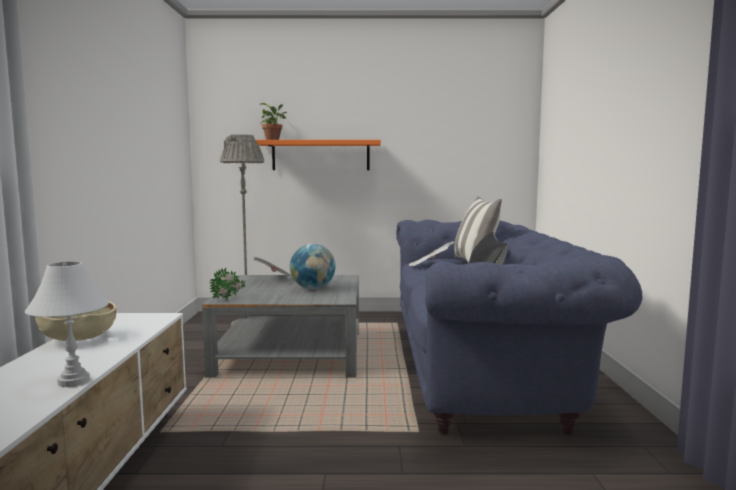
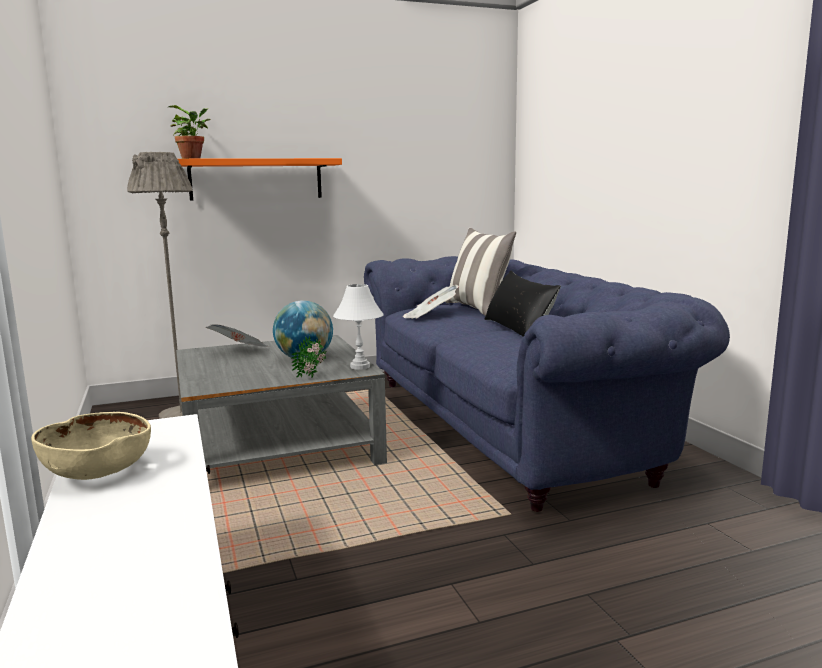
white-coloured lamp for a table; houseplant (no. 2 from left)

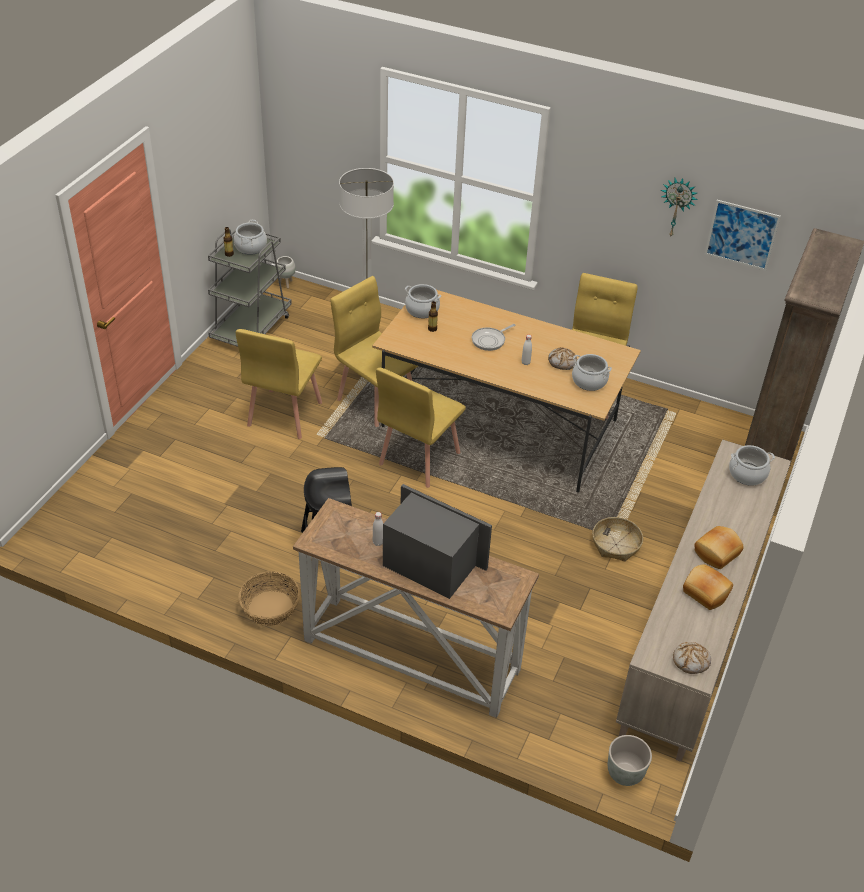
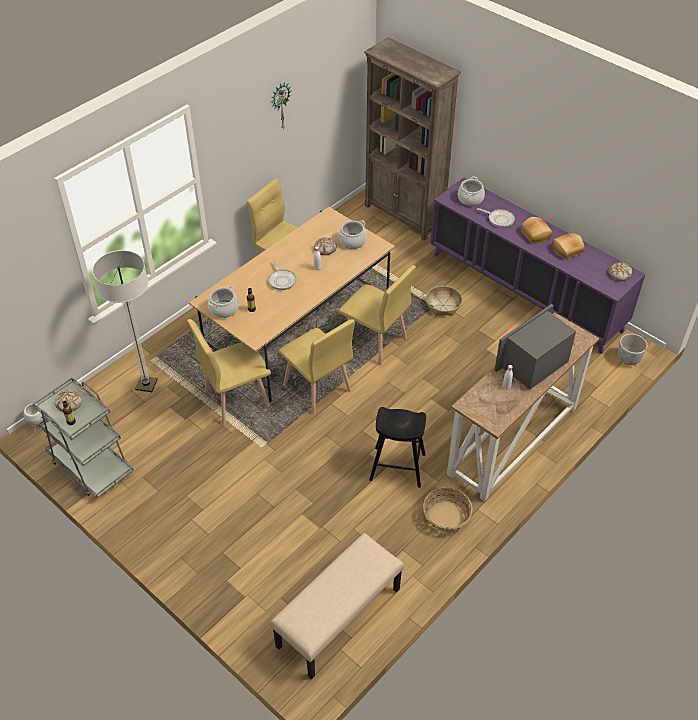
wall picture; beige-coloured bench; skillet (no. 2 from left); yellow plain chair (no. 4 from left); baked bread (no. 1 from left); purple-coloured storage cabinet

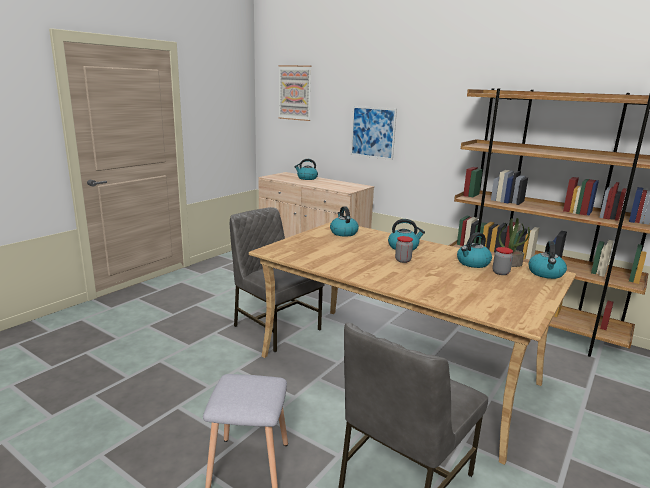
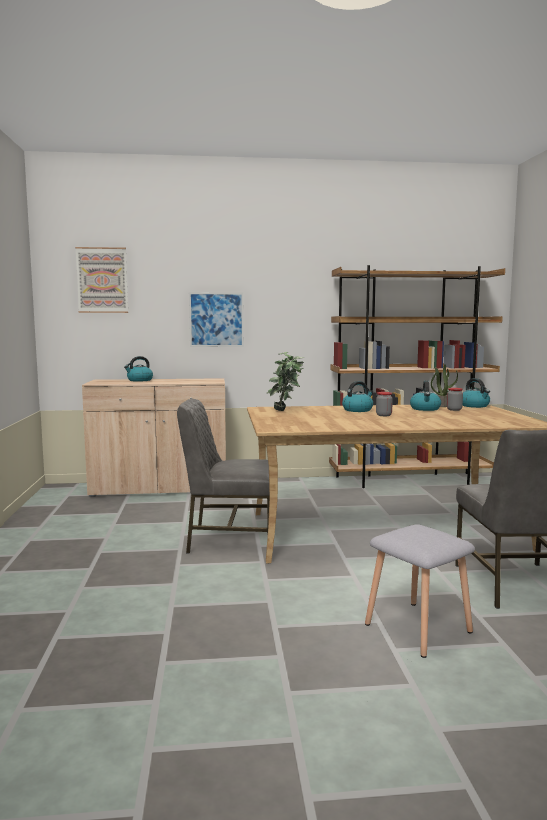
houseplant (no. 1 from left)

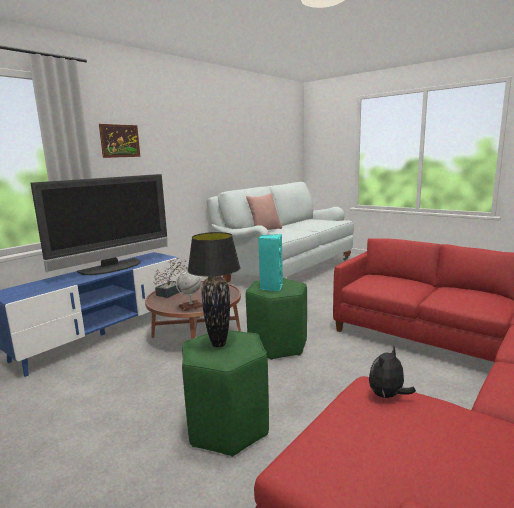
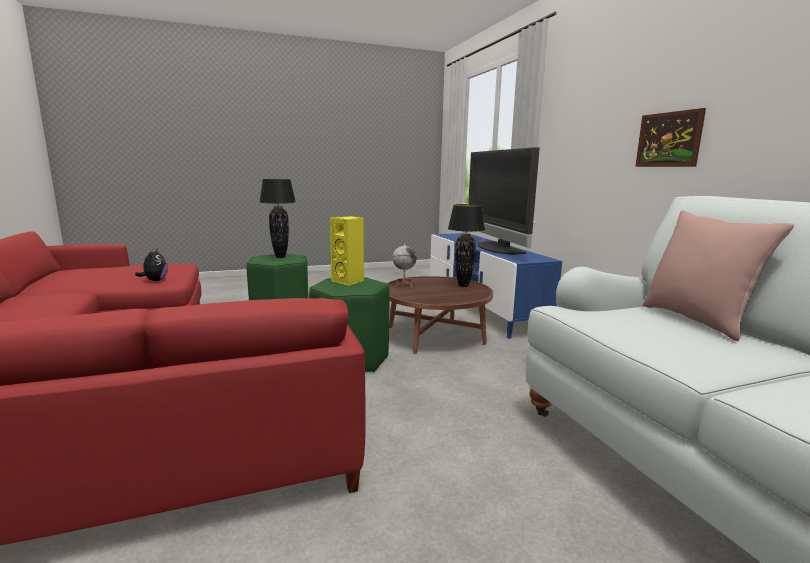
wall picture; black lamp for a table (no. 2 from left); yellow speaker

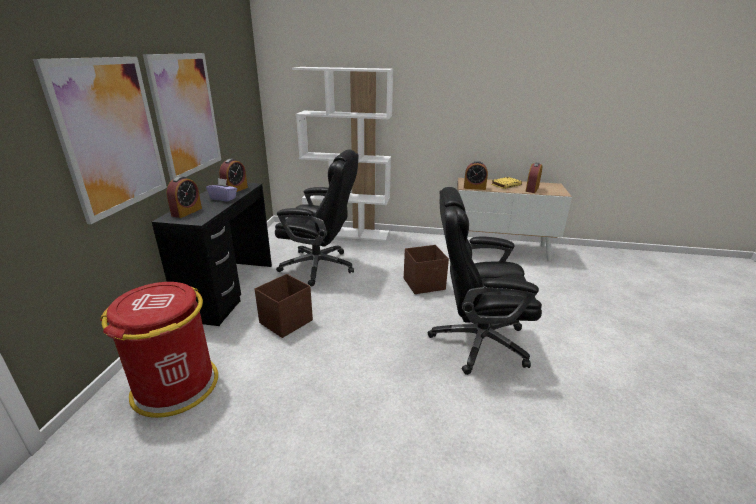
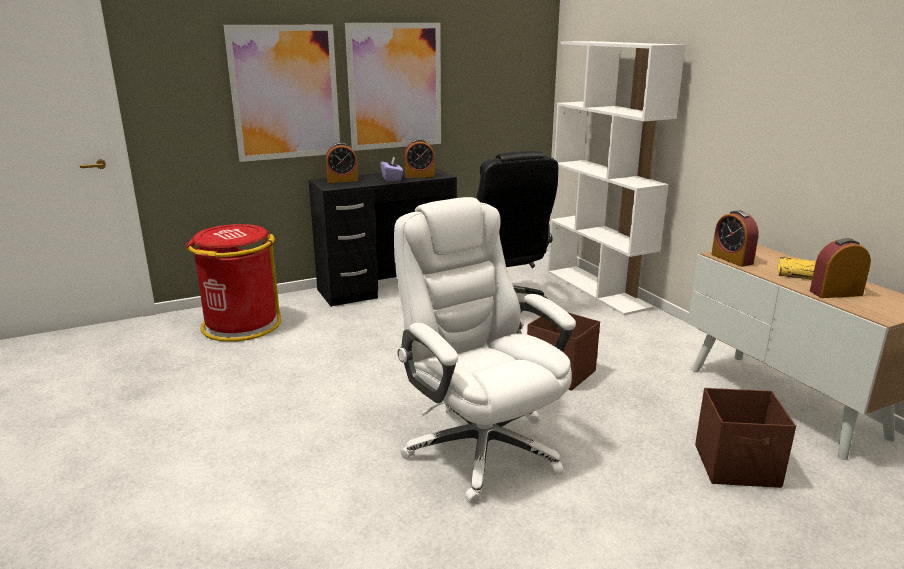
brownish storage bin (no. 2 from left); white-coloured office chair

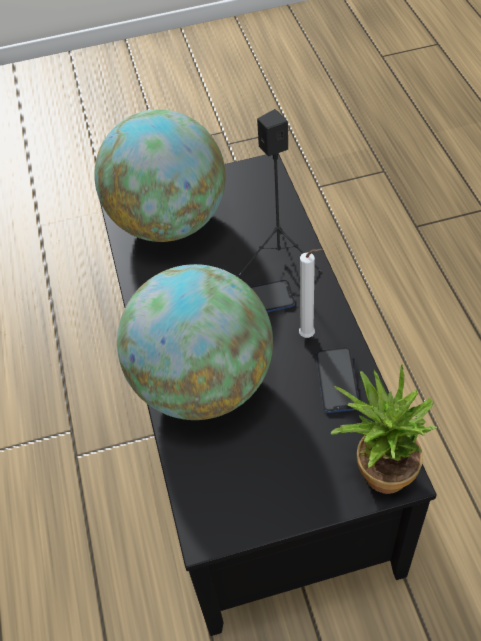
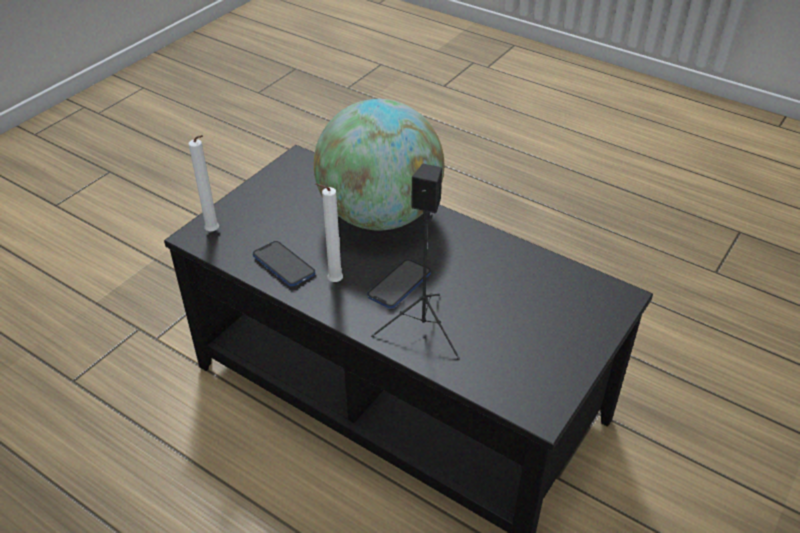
globe (no. 1 from left in the first image); white-coloured wax candle (no. 1 from left)

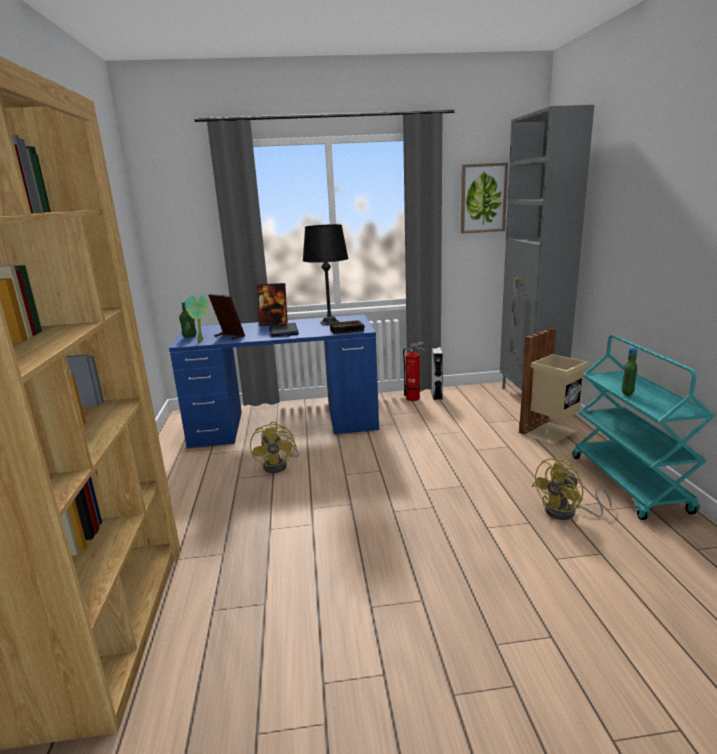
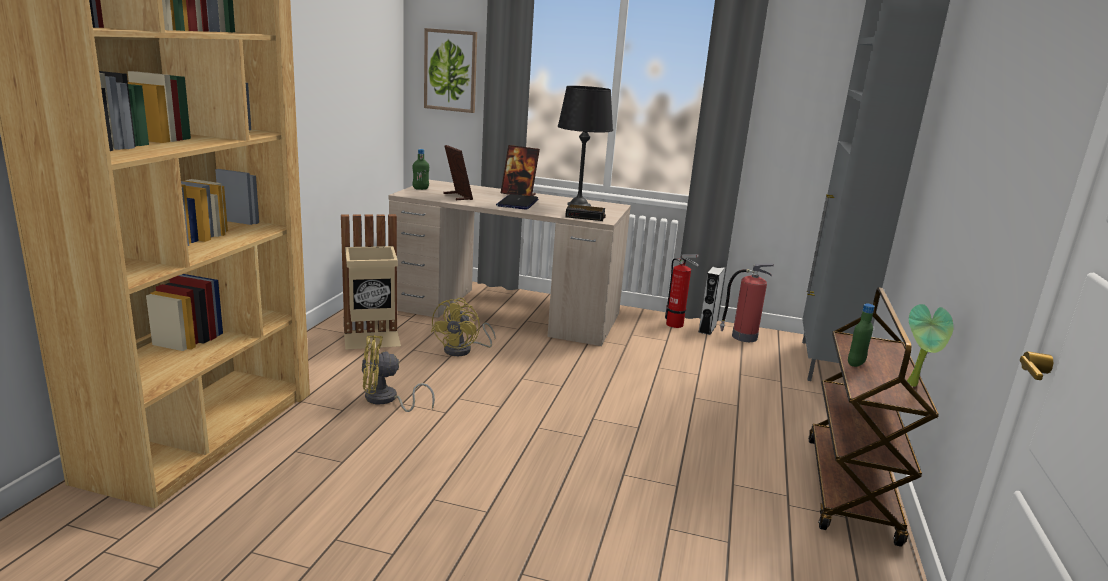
extinguisher (no. 2 from left); houseplant; wall picture; beige-coloured waste bin; yellow fan (no. 1 from left); beige-coloured desk unit; brownish wheeled cart

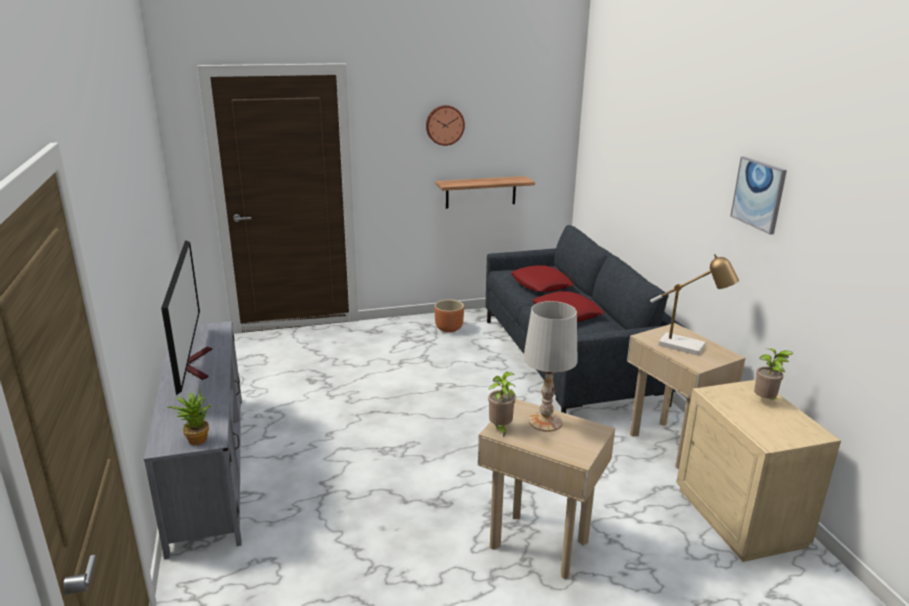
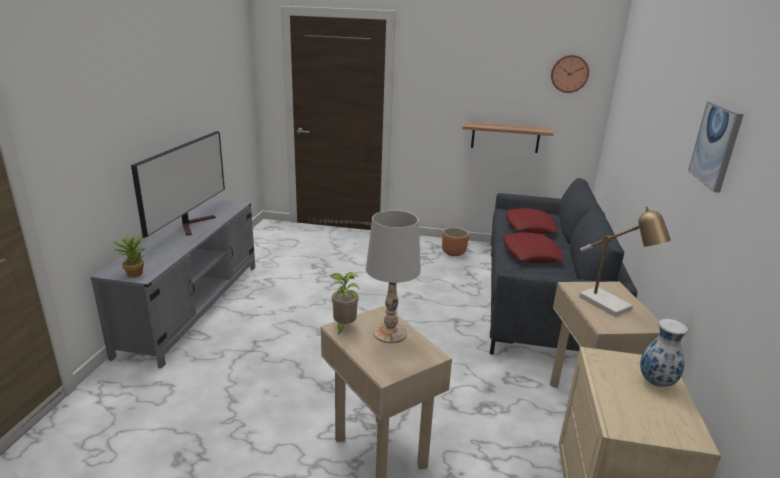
wall clock; flower vase

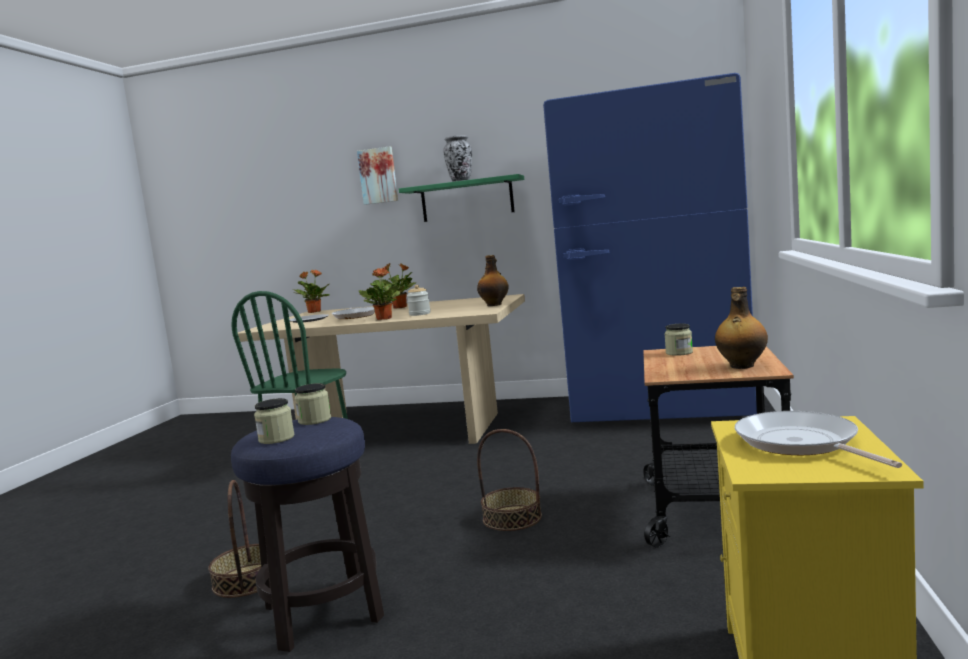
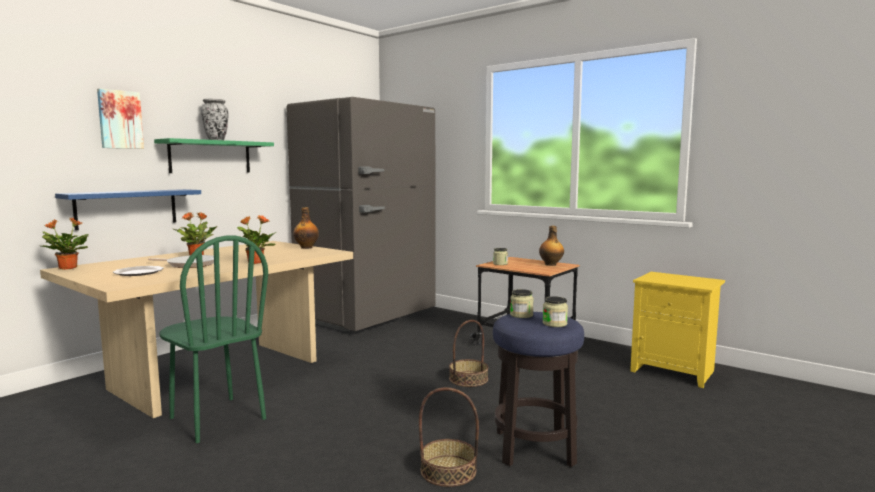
storage jar (no. 3 from left in the first image); skillet (no. 2 from left in the first image); blue bracket shelf; greyish kitchen fridge

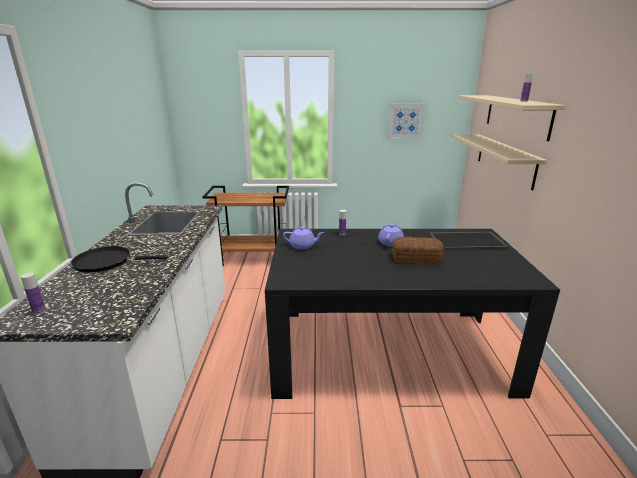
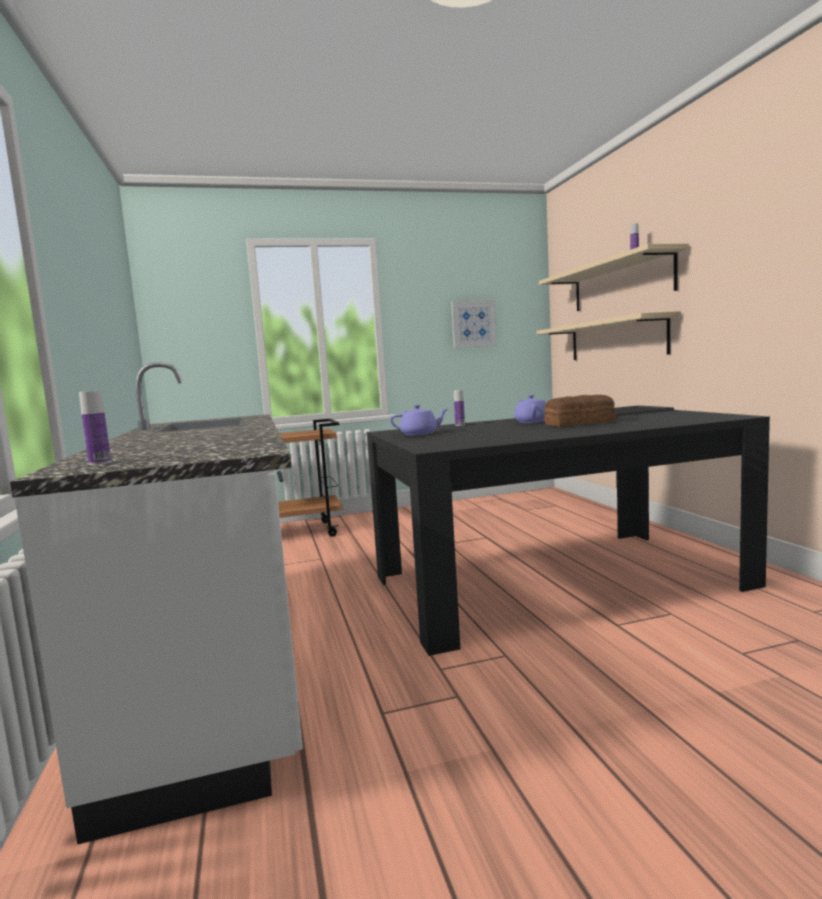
black skillet

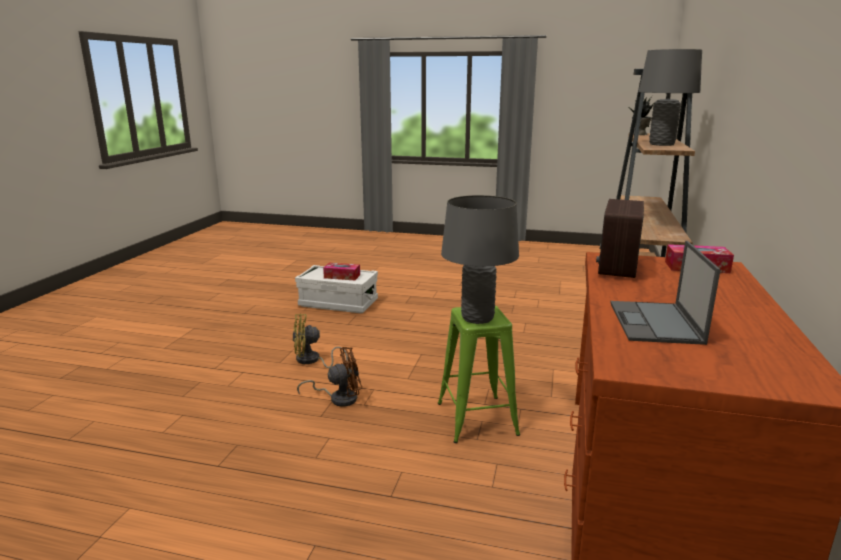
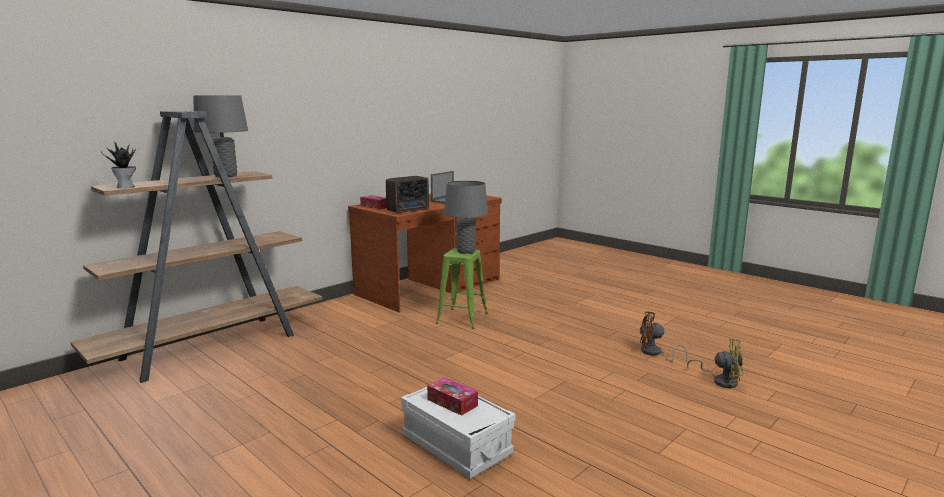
yellow fan; brownish fan

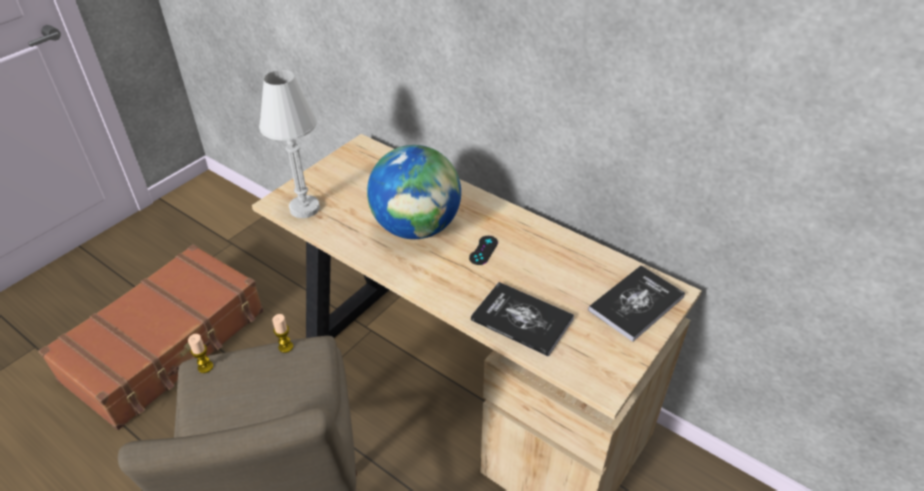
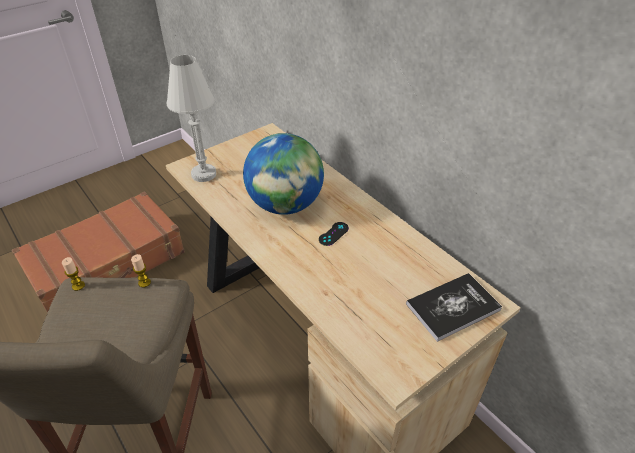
bound book (no. 1 from left in the first image)

